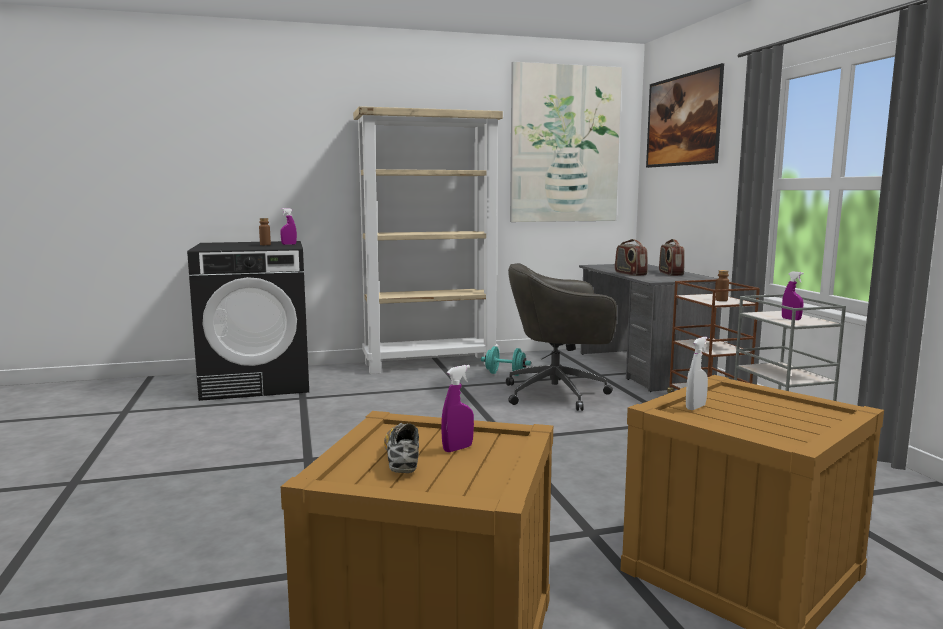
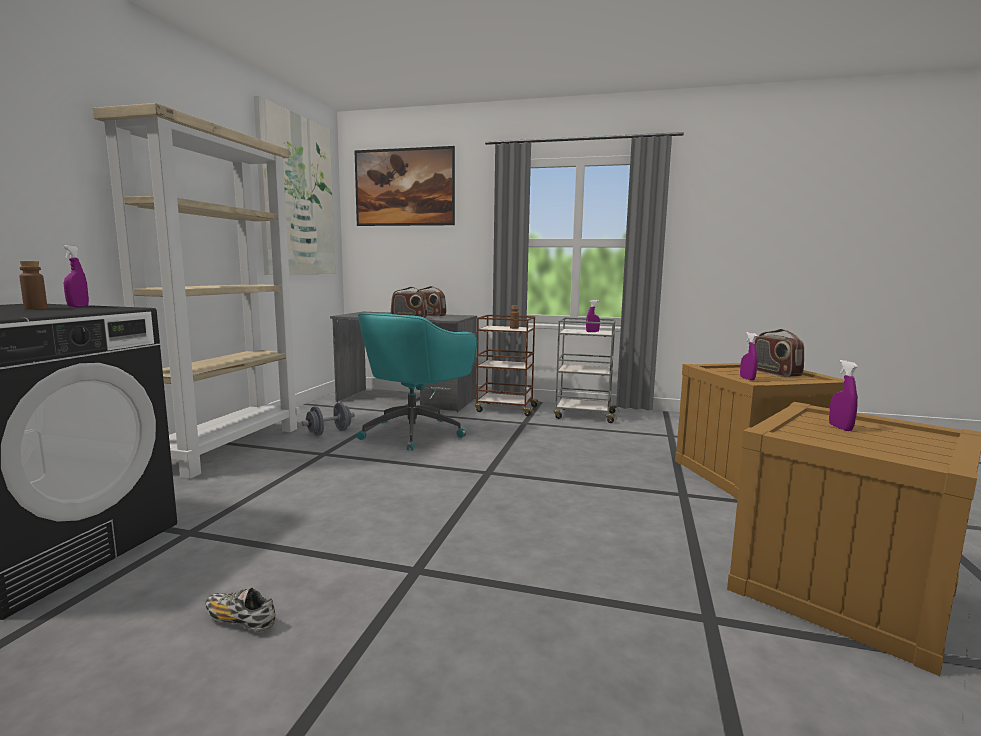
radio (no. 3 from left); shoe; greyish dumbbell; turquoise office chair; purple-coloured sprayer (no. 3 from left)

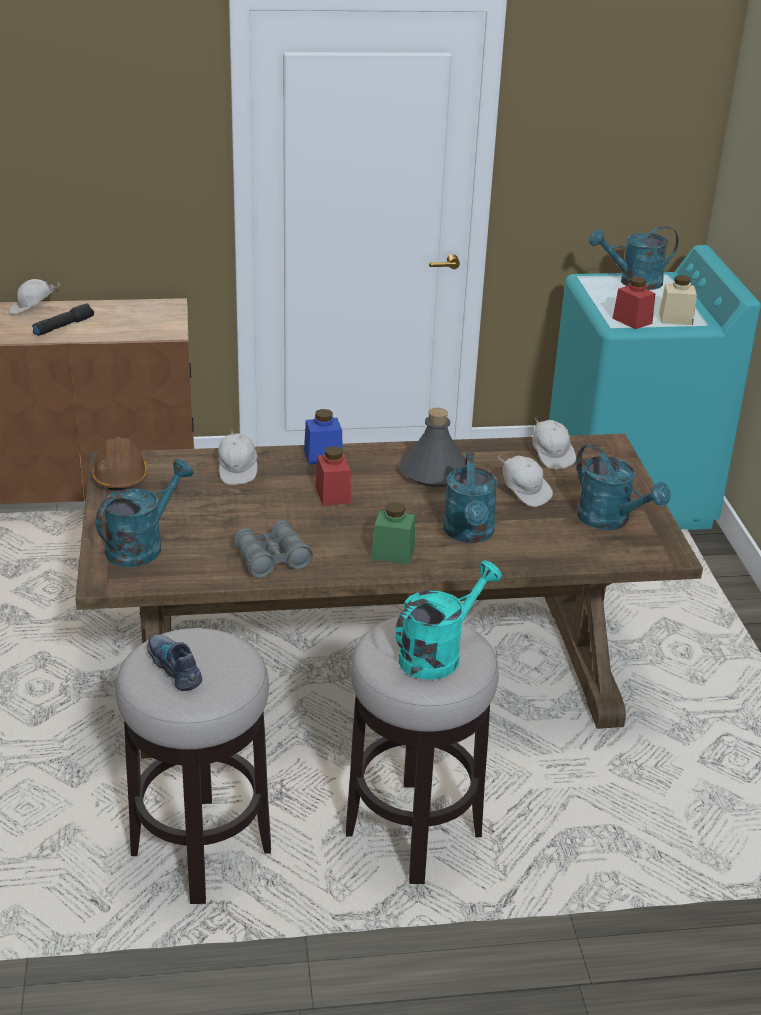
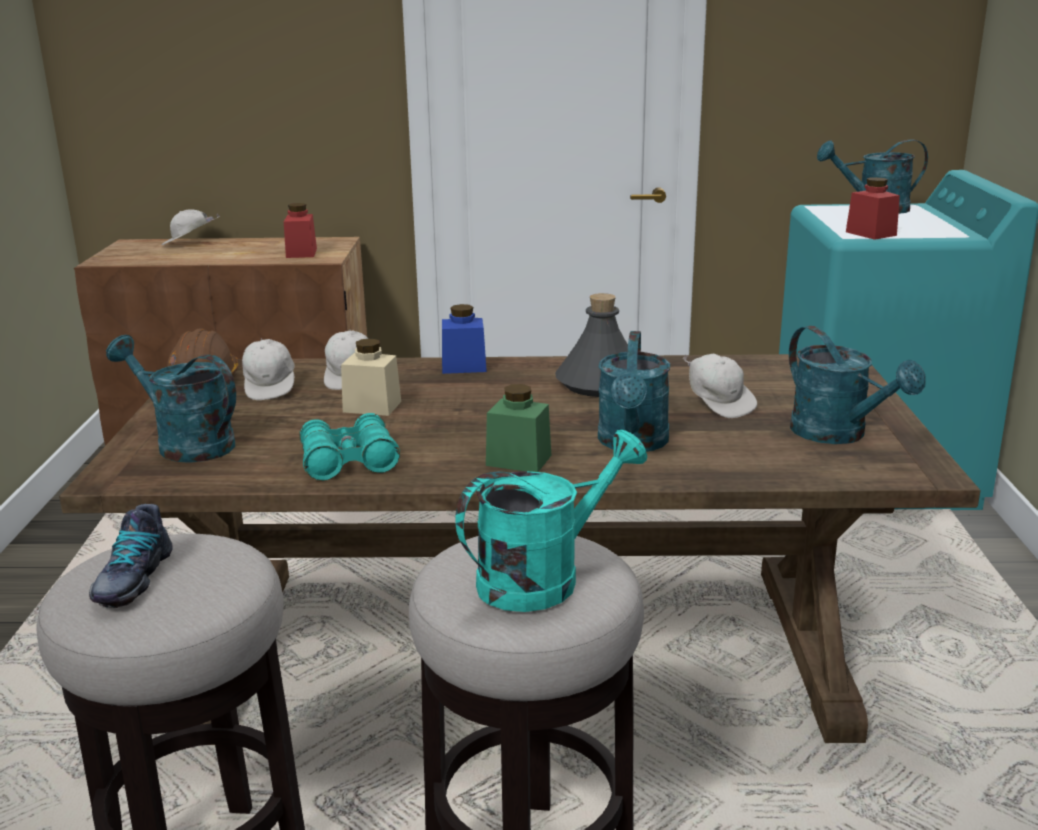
black flashlight; red storage jar (no. 1 from left); white-coloured baseball cap (no. 2 from left); beige-coloured storage jar; turquoise field glasses; turquoise watering pot (no. 1 from left); shoe

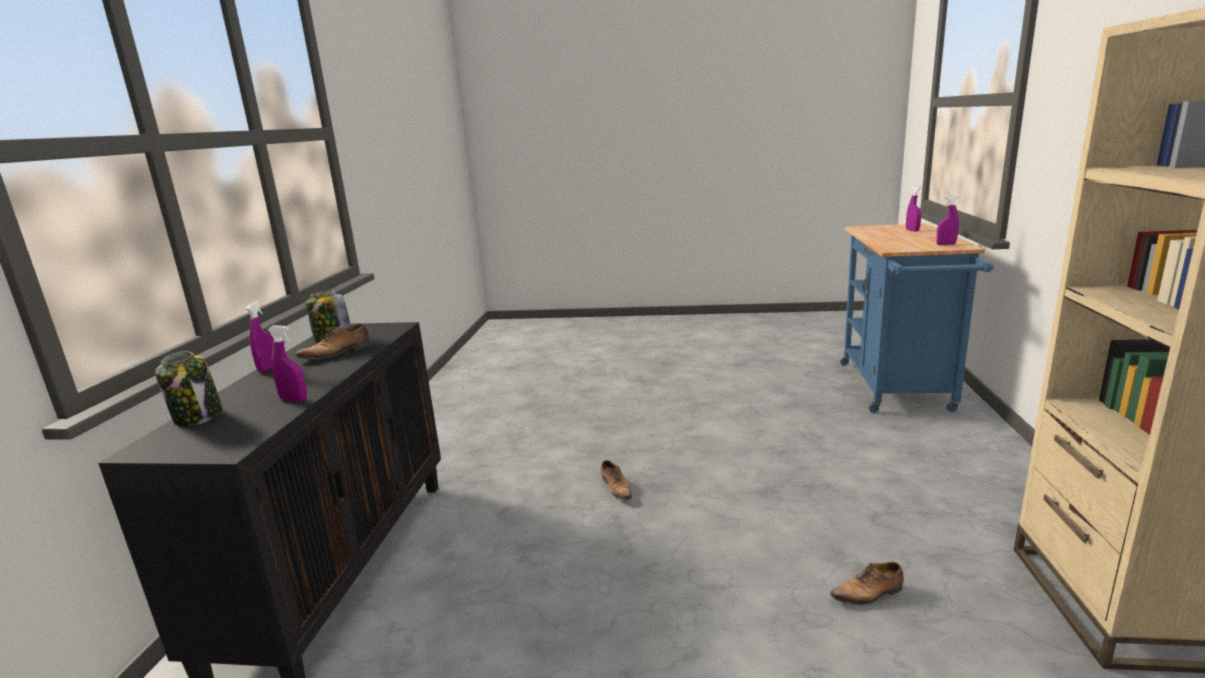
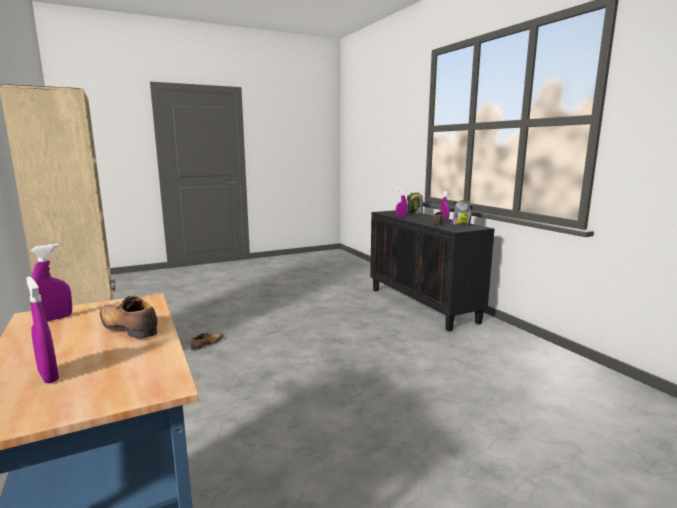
shoe (no. 1 from left)

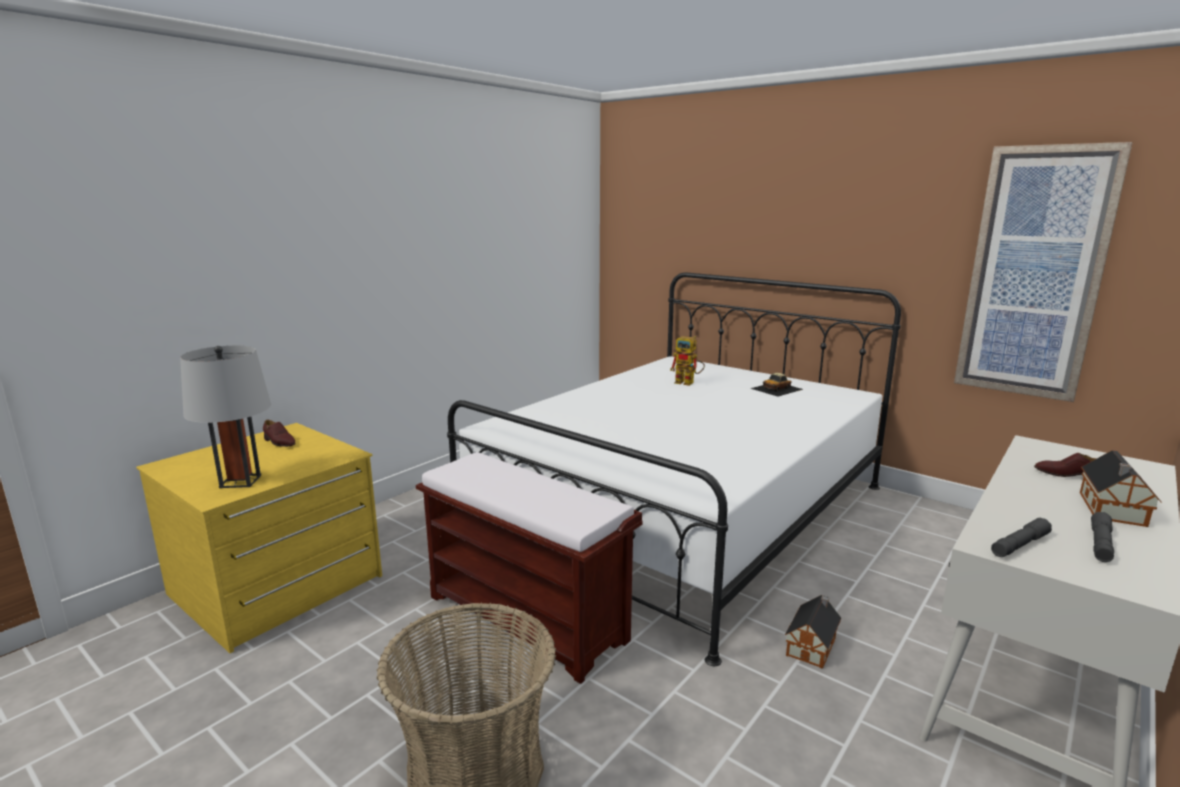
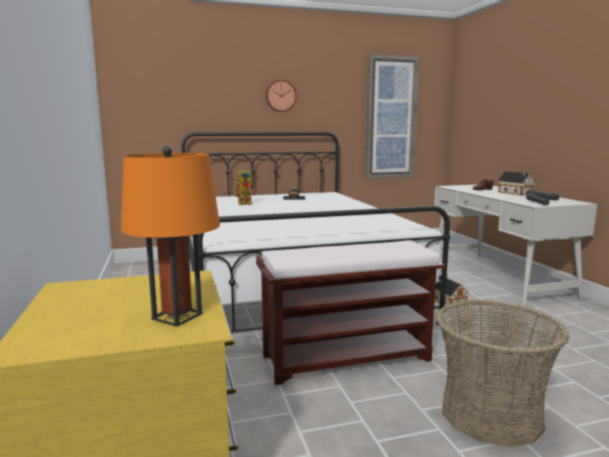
brownish shoe (no. 1 from left in the first image); wall clock; orangey lamp for a table

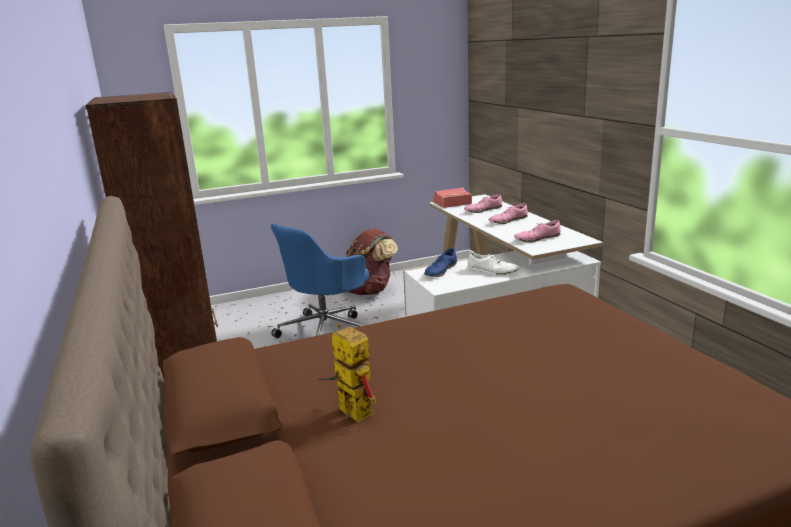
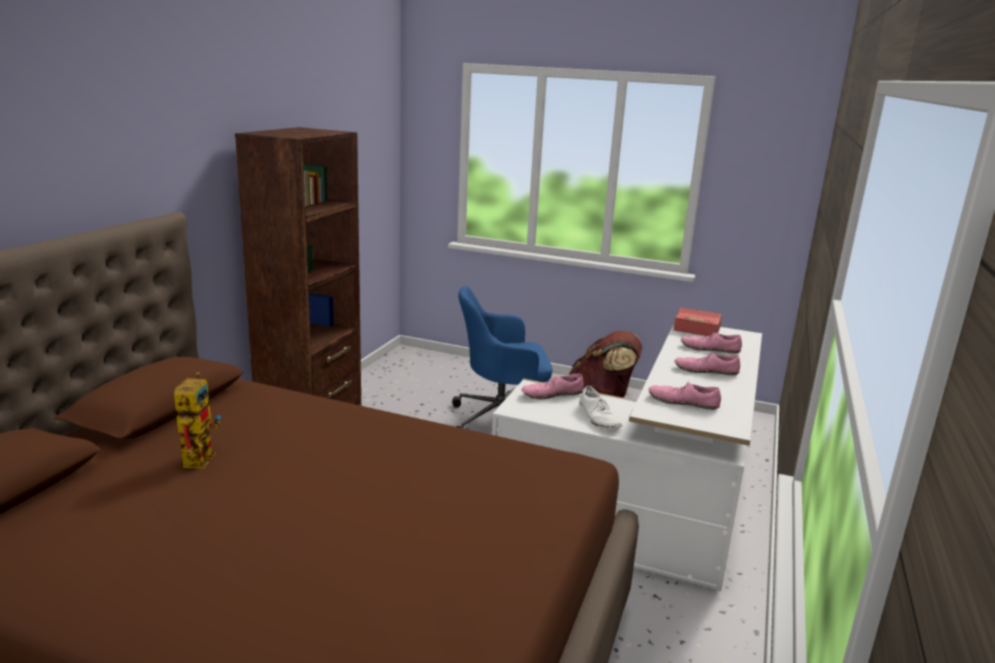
pink shoe (no. 1 from left)

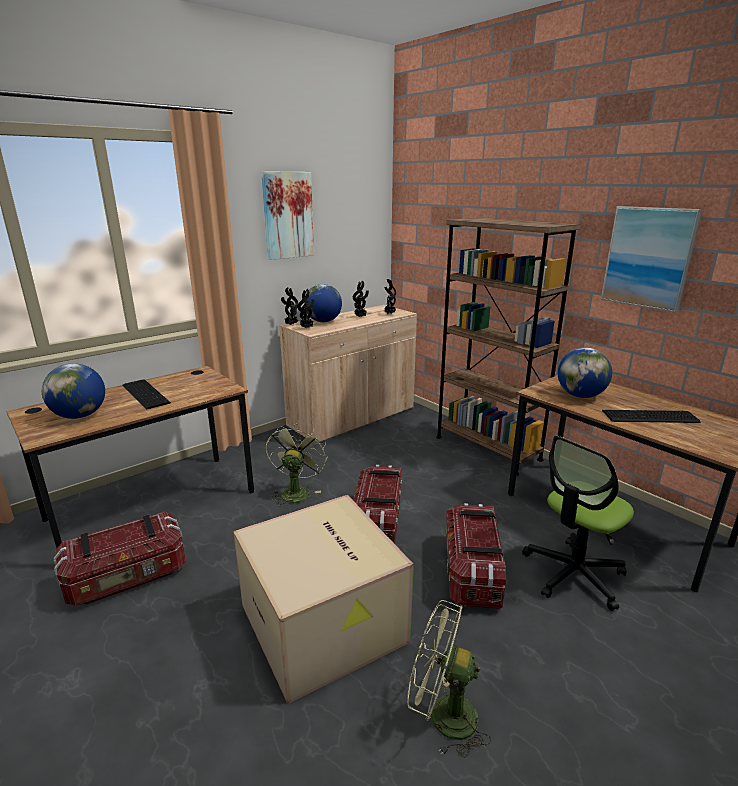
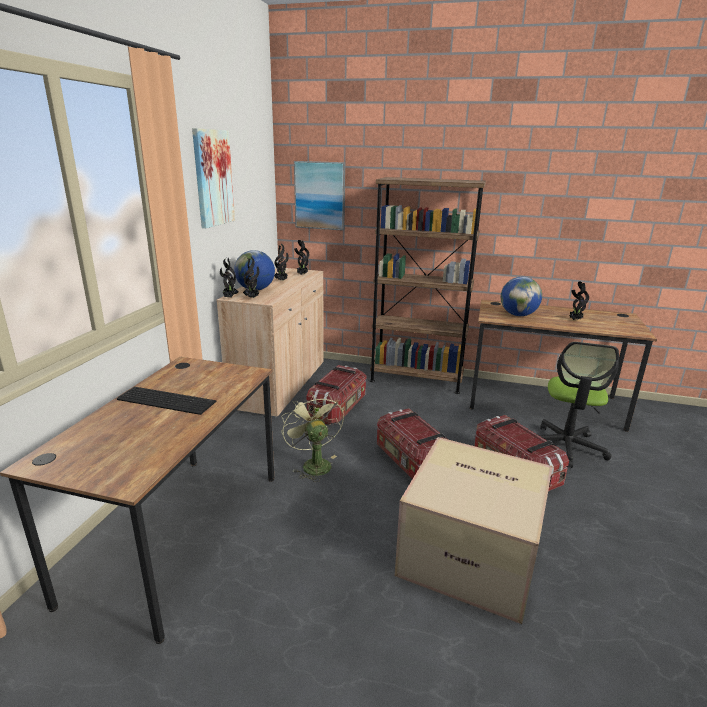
globe (no. 1 from left in the first image); green fan (no. 2 from left in the first image); storage bin (no. 1 from left); wall picture (no. 2 from left); houseplant (no. 5 from left)

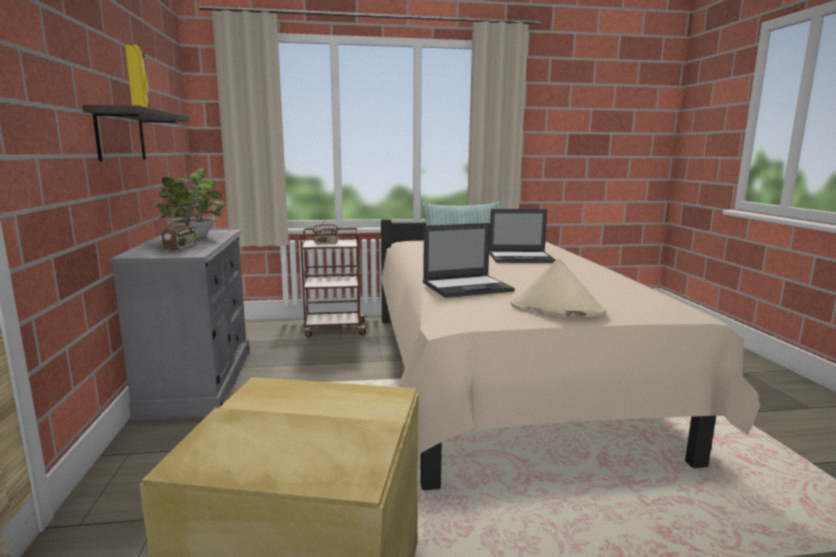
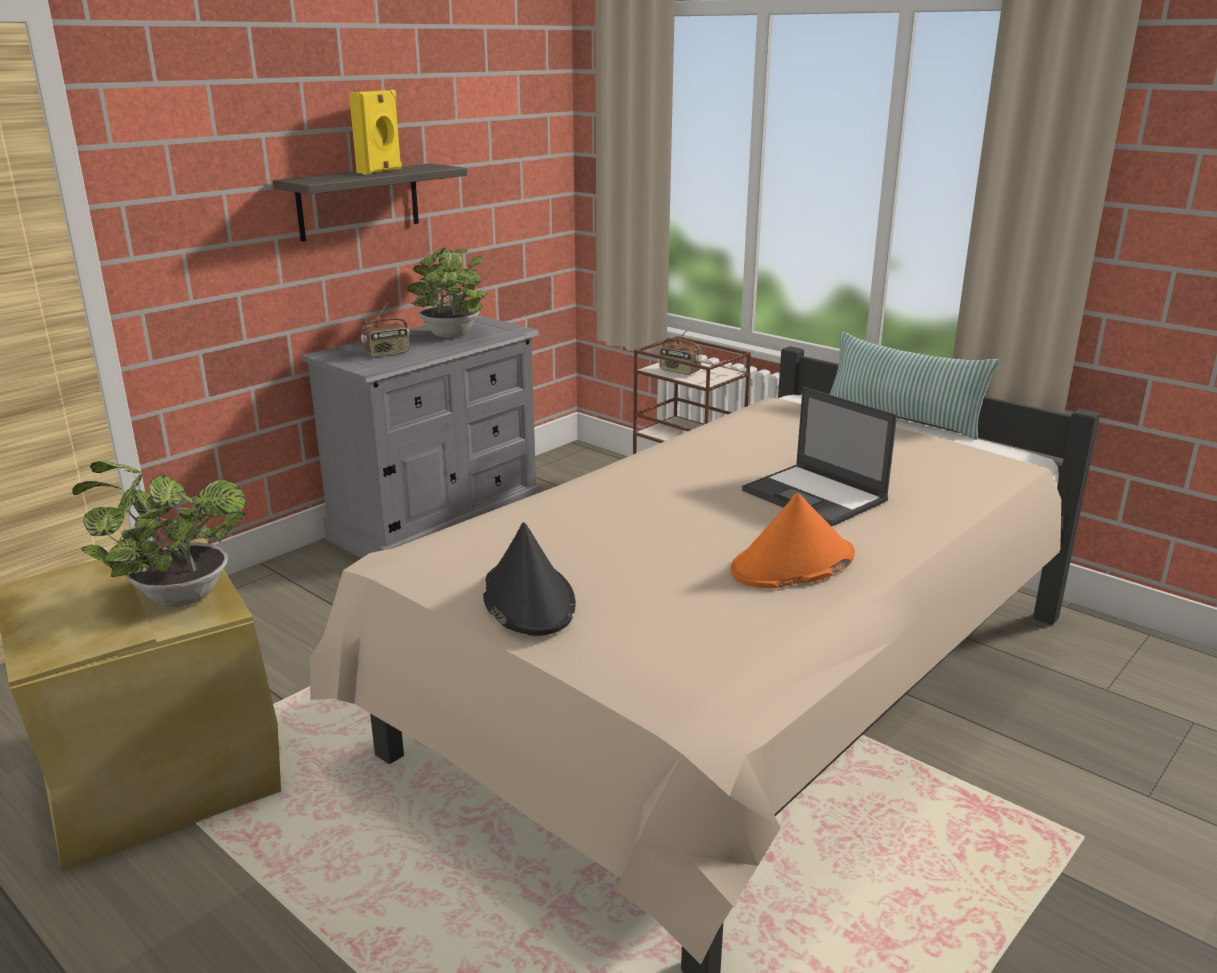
laptop (no. 1 from left in the first image); houseplant (no. 1 from left); orangey hat; black hat

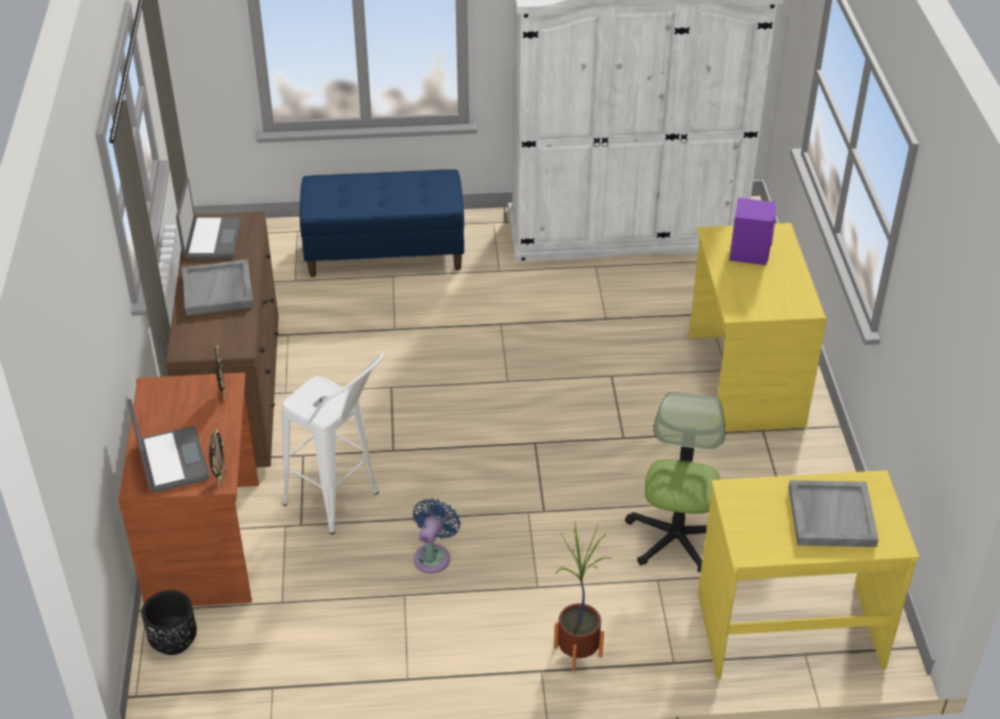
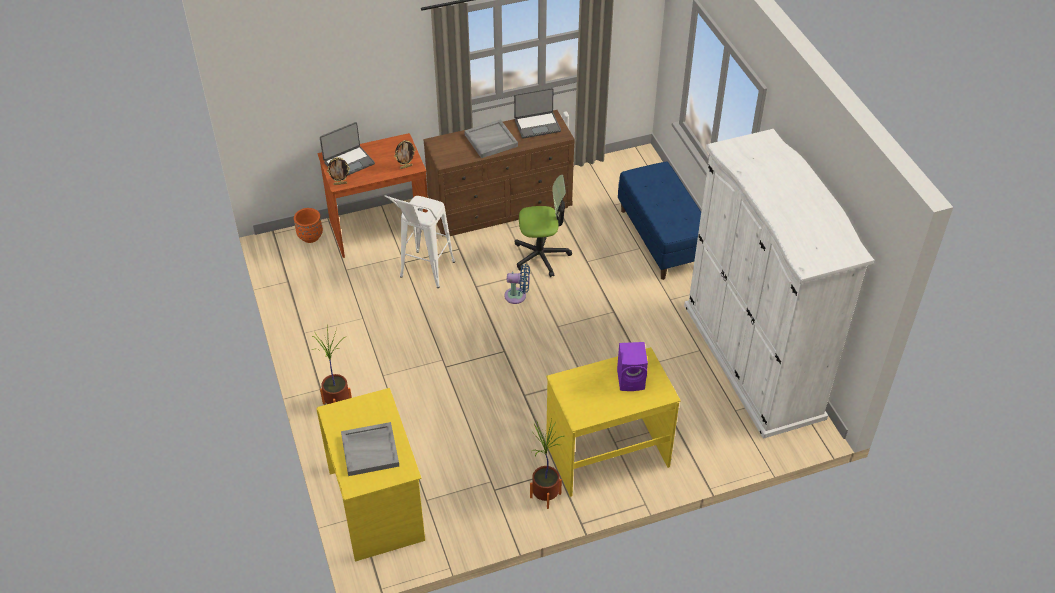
houseplant (no. 2 from left); blue fan; office chair; orangey flower pot

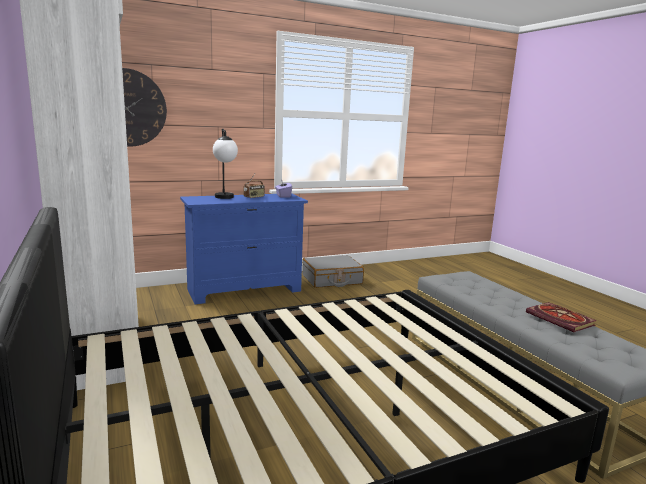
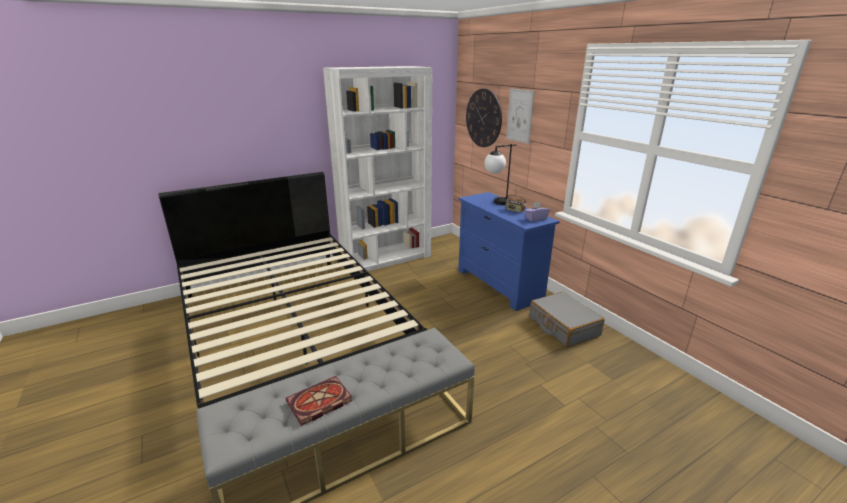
wall picture

